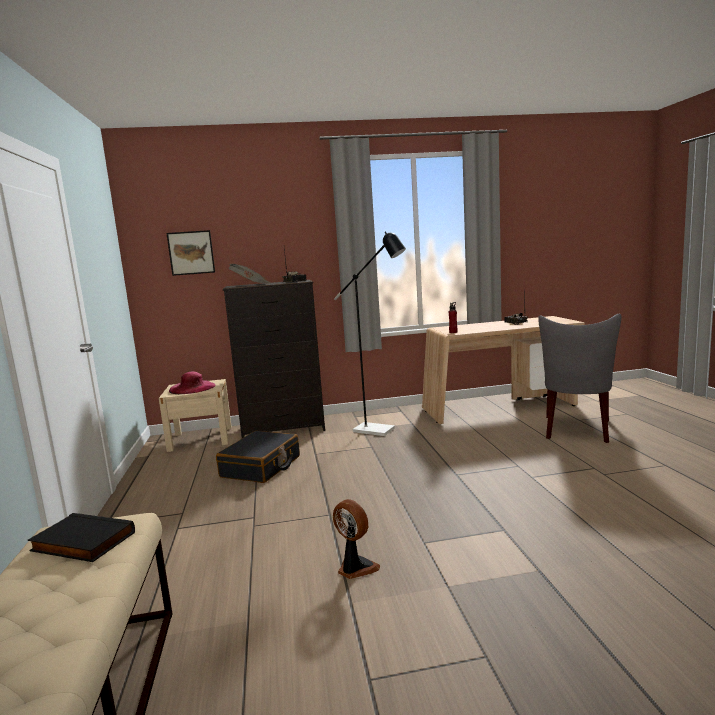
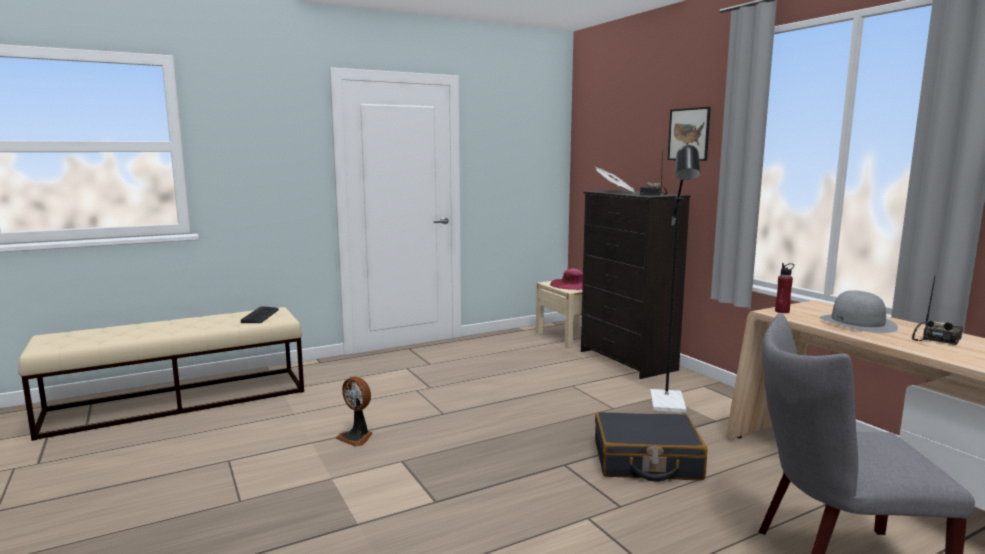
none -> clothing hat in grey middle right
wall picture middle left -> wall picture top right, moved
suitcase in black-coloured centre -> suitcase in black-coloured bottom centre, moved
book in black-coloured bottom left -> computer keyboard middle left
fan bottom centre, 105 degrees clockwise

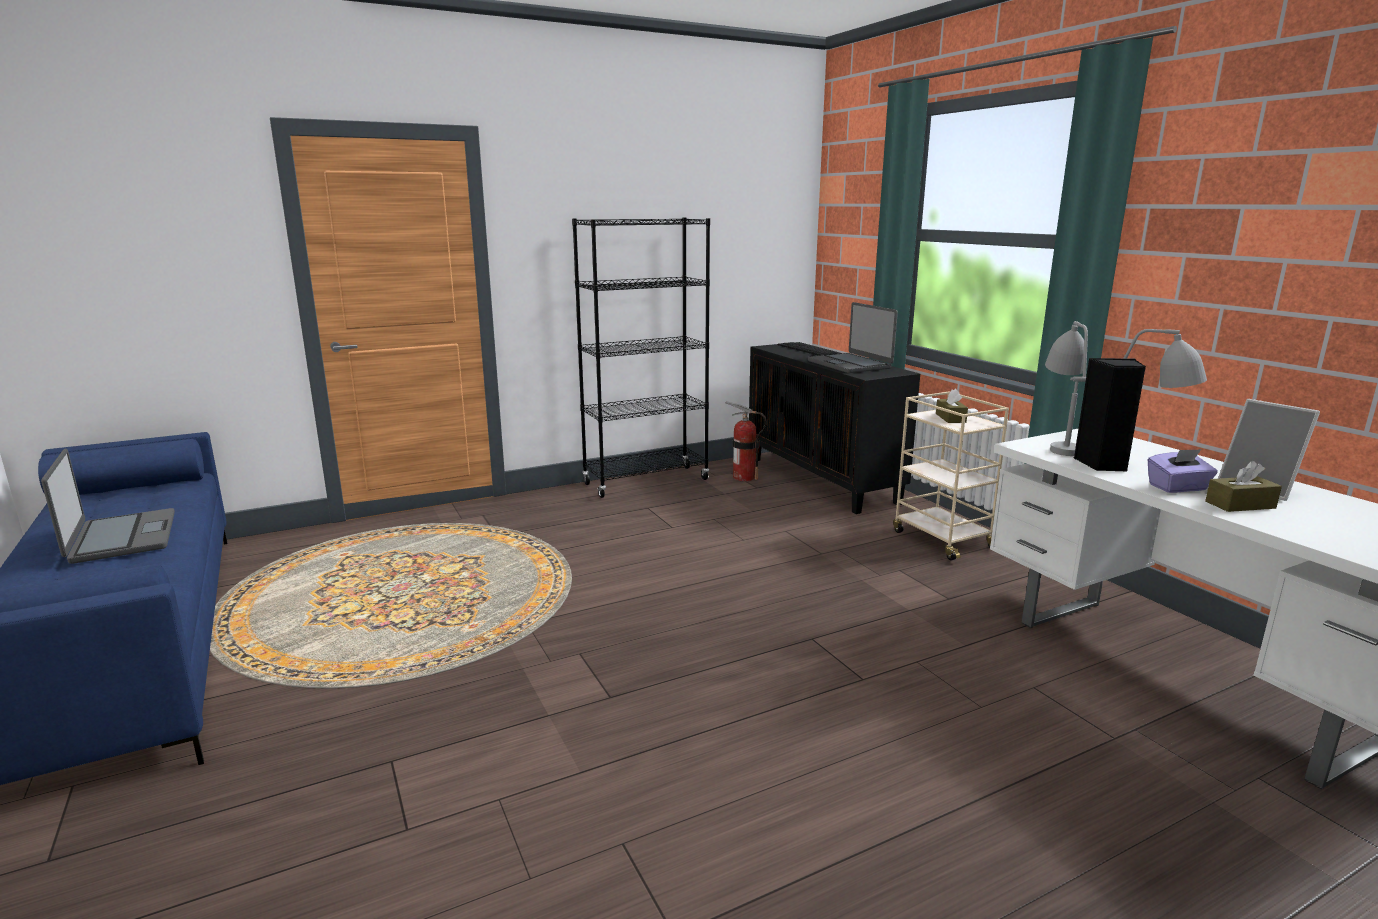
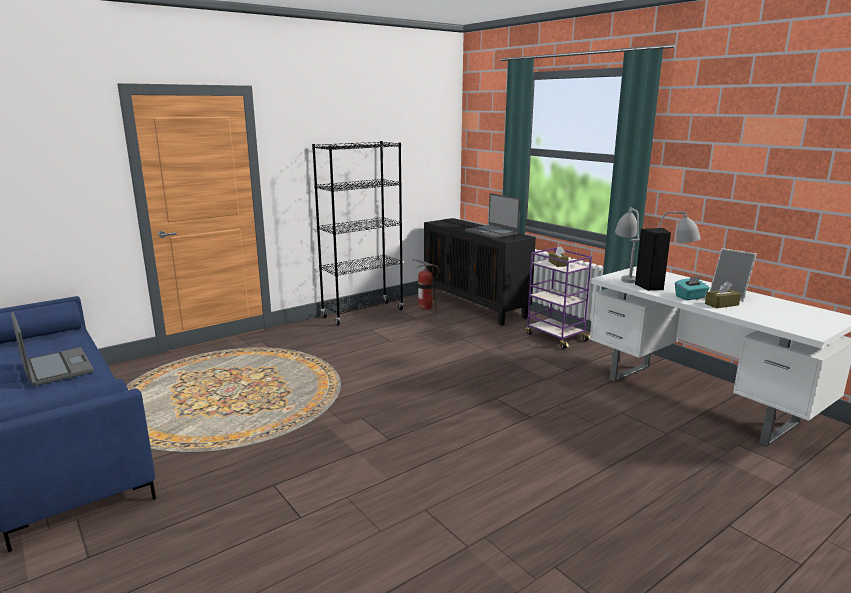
trolley in sand-coloured middle right -> trolley in purplish centre
box of tissues in purplish middle right -> box of tissues in blue-green middle right

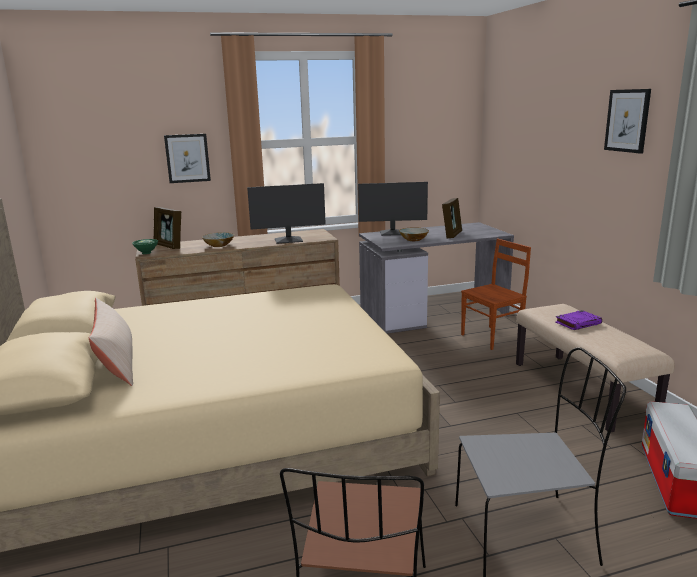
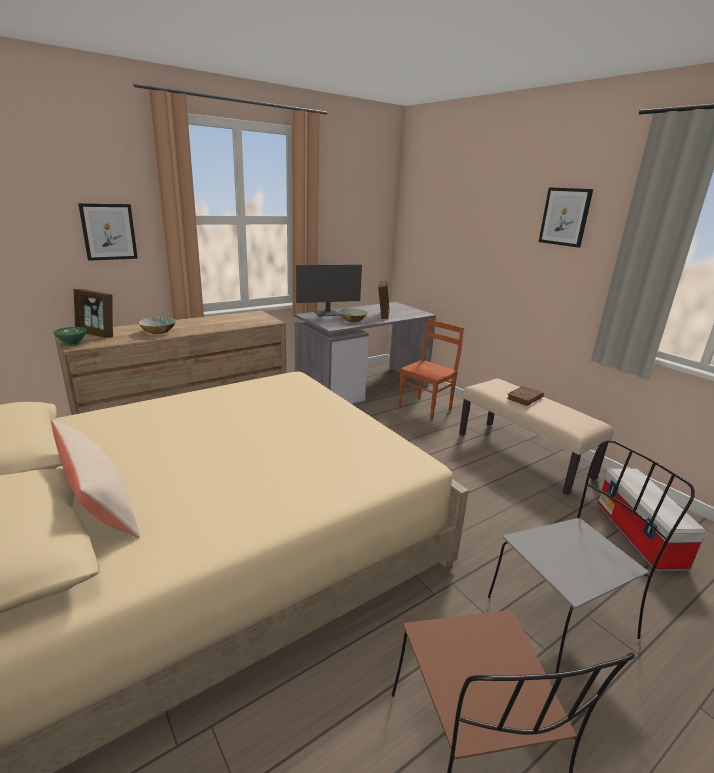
computer screen (1st from left) centre -> none
book in purplish middle right -> book in brown-coloured middle right

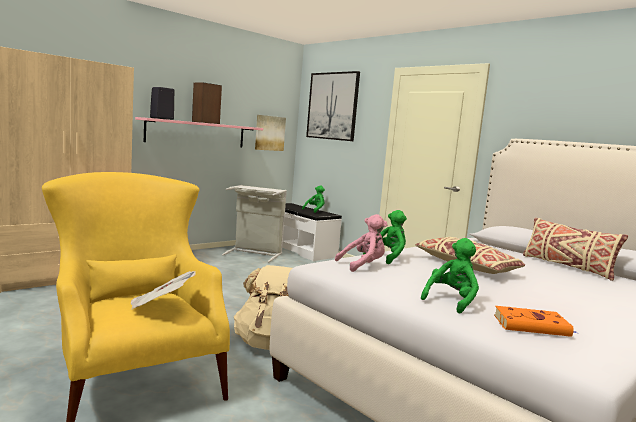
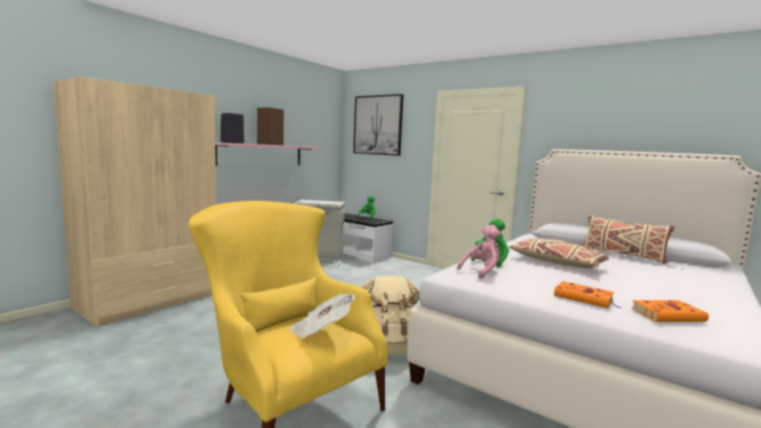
wall picture (1st from left) top centre -> none
plush toy in greenish (3rd from left) middle right -> book in orangey (1st from left) bottom right

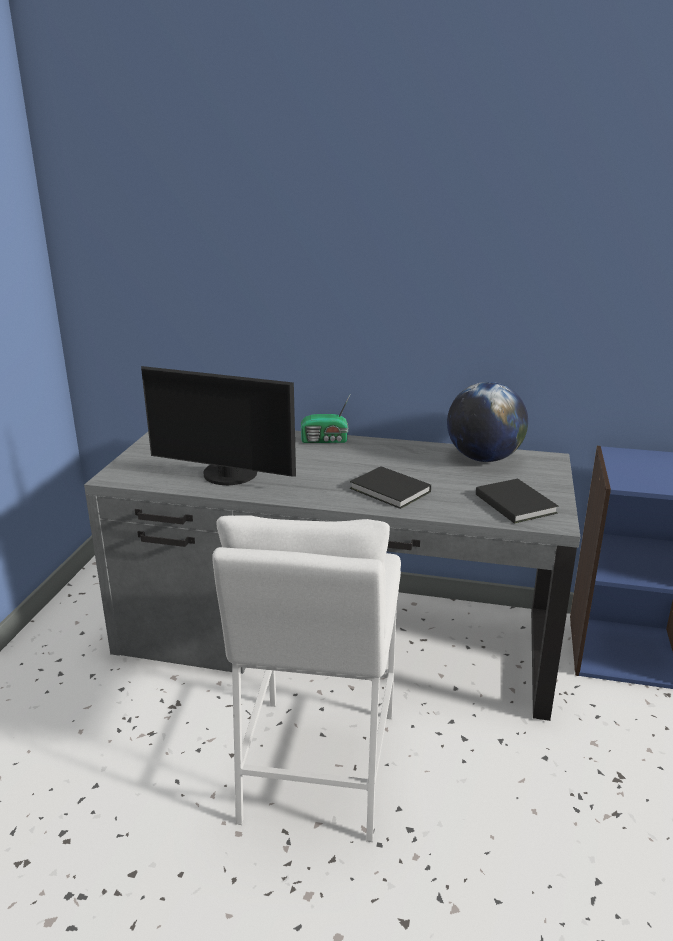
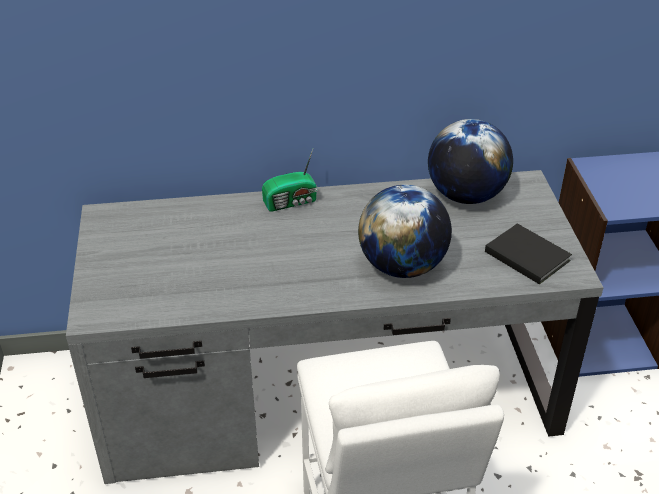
computer screen middle left -> none
book in black-coloured (1st from left) centre -> world globe (1st from left) centre

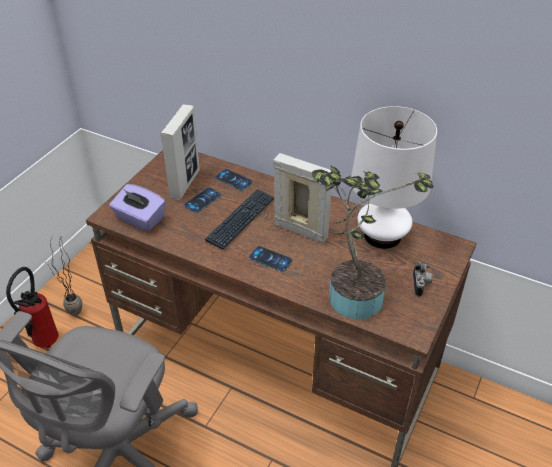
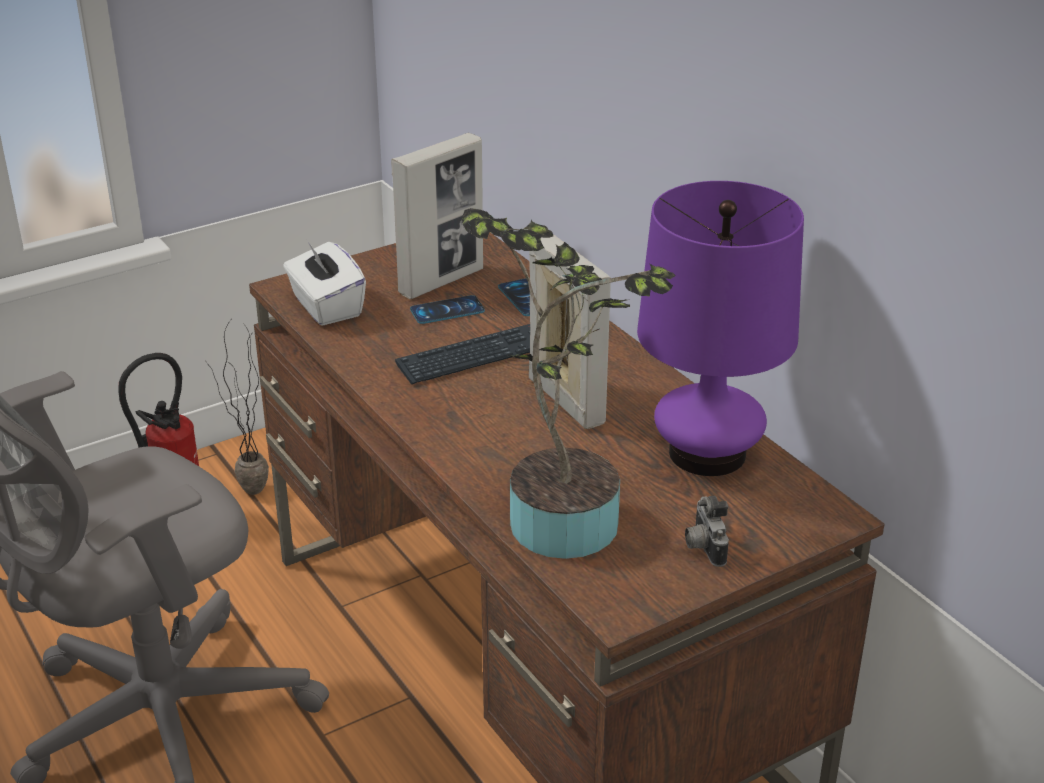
telephone (3rd from left) centre -> none
box of tissues in purplish middle left -> box of tissues in whitish middle left
lamp for a table in whitish middle right -> lamp for a table in purplish middle right
photo camera middle right -> photo camera bottom right, 135 degrees clockwise

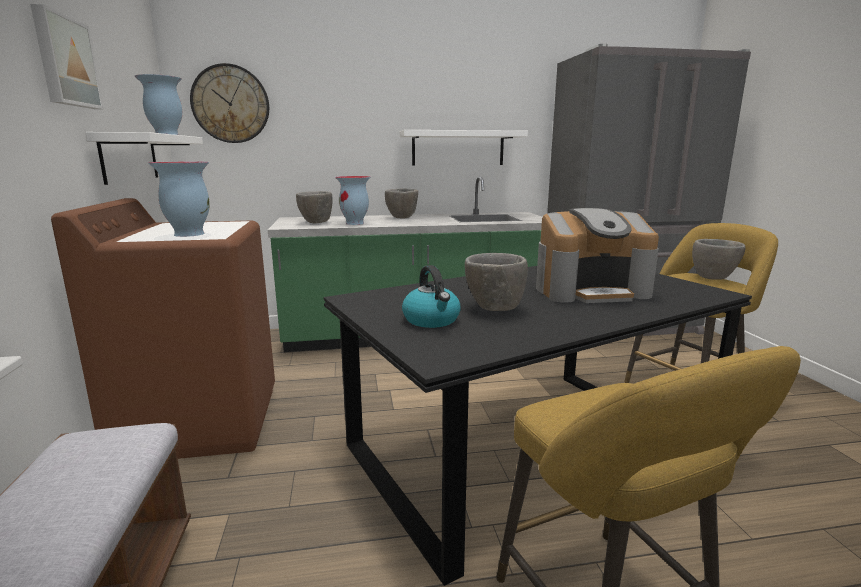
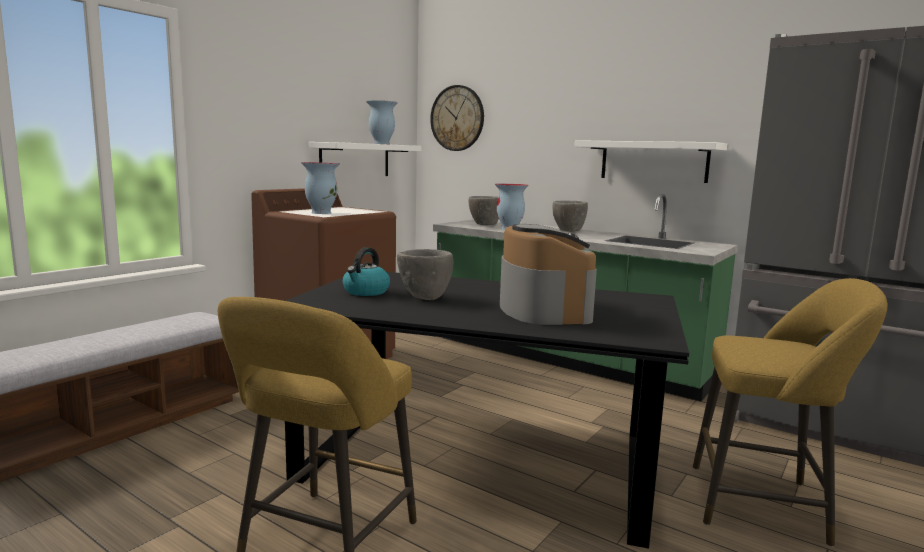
wall picture top left -> none
deep dish in grey (4th from left) middle right -> none
coffee maker middle right -> coffee maker centre, 135 degrees counterclockwise

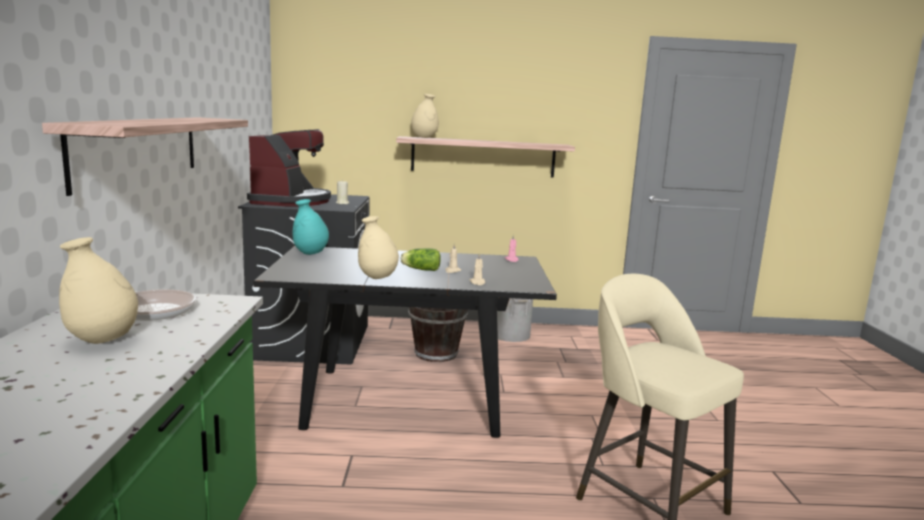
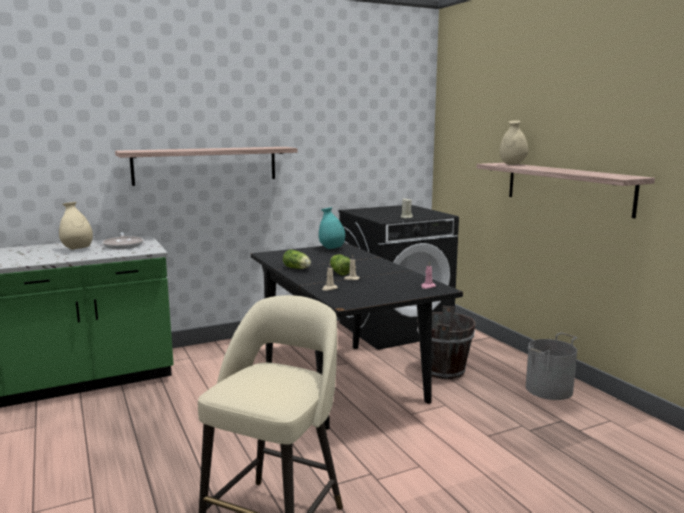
coffee maker top left -> none
decorative vase in sand-coloured (2nd from left) centre -> head of lettuce (1st from left) centre

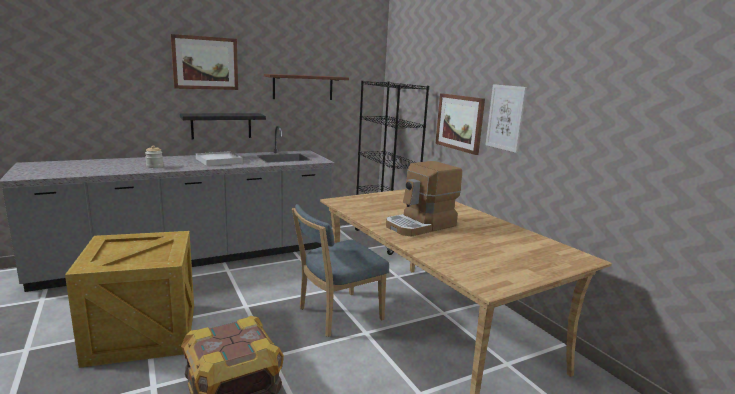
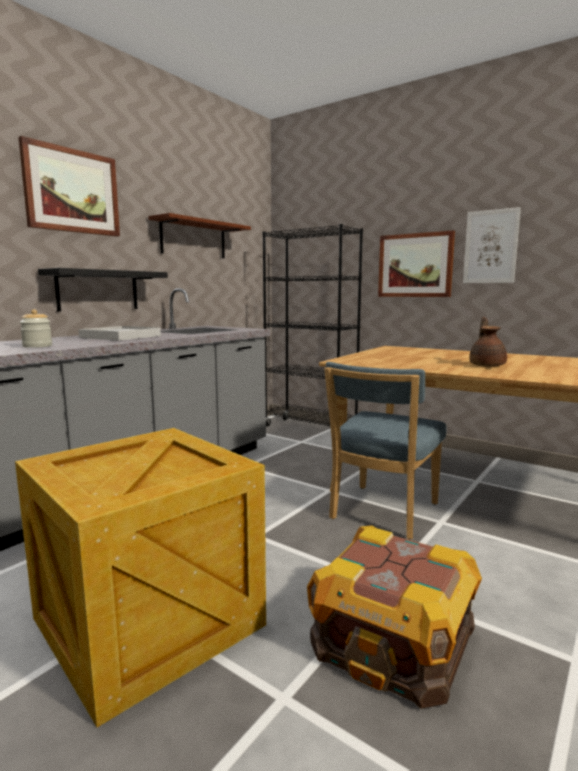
coffee maker centre -> teapot in brown-coloured middle right

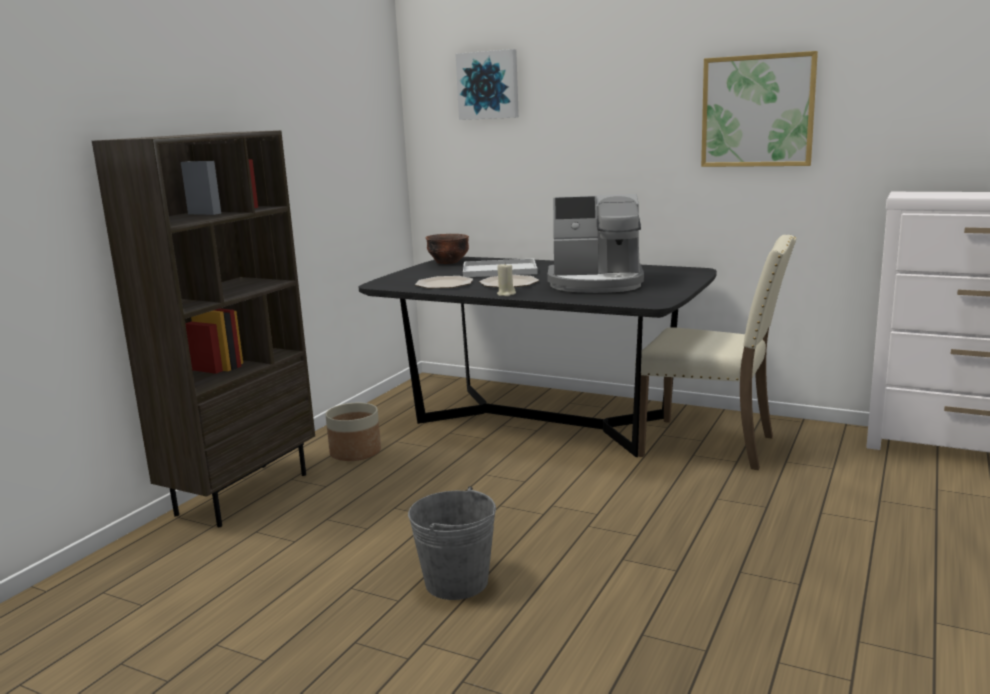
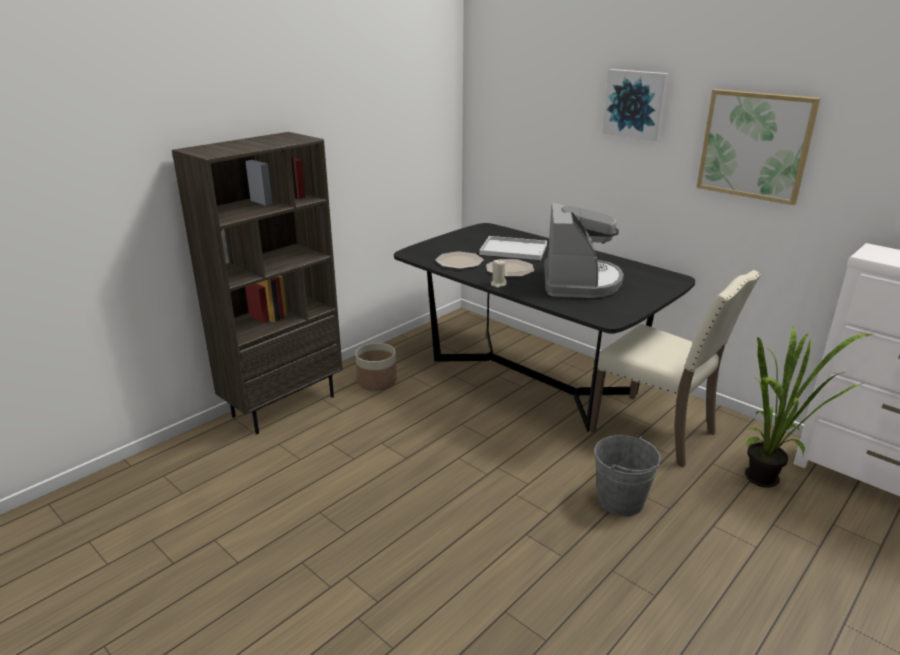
deep dish in brown-coloured centre -> none
none -> potted plant middle right
water bucket in grey bottom centre -> water bucket in grey bottom right, moved
wall picture (1st from left) top centre -> wall picture (1st from left) top right, moved
coffee maker centre, 105 degrees counterclockwise

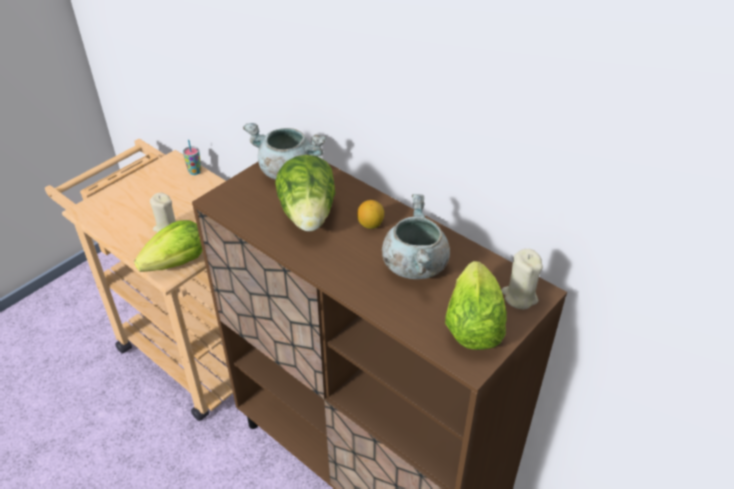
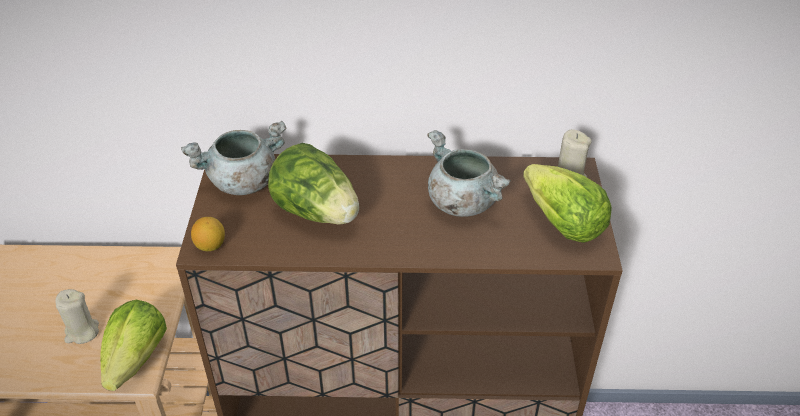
small cup top left -> none
lemon centre -> lemon middle left, moved

